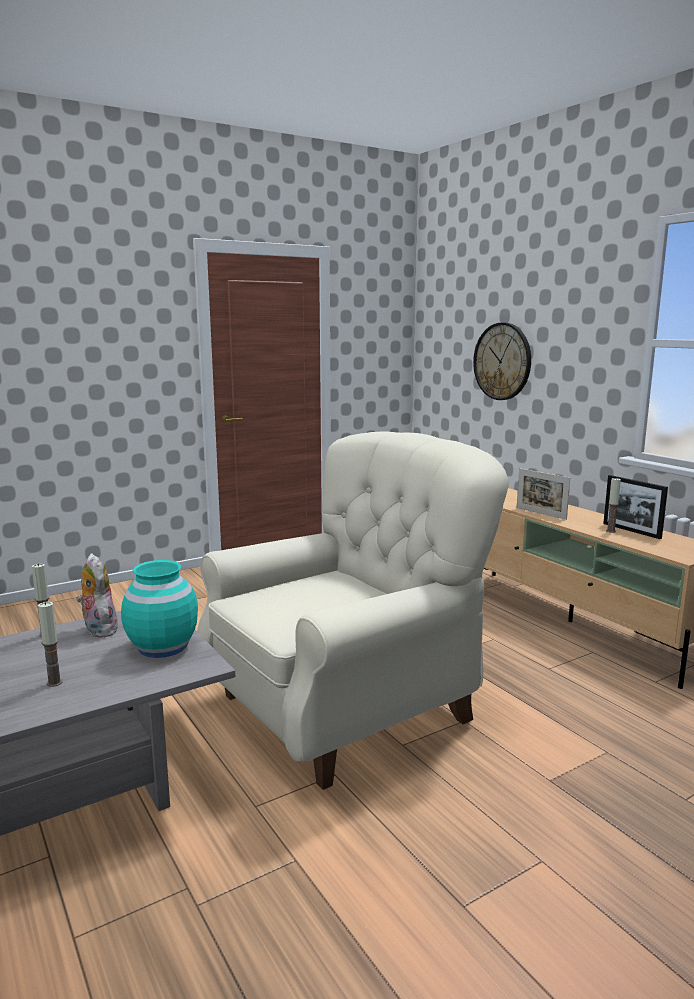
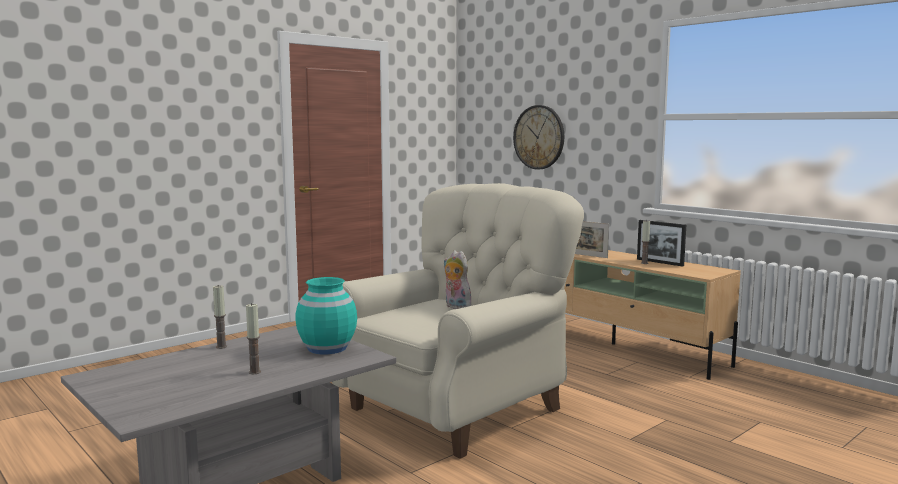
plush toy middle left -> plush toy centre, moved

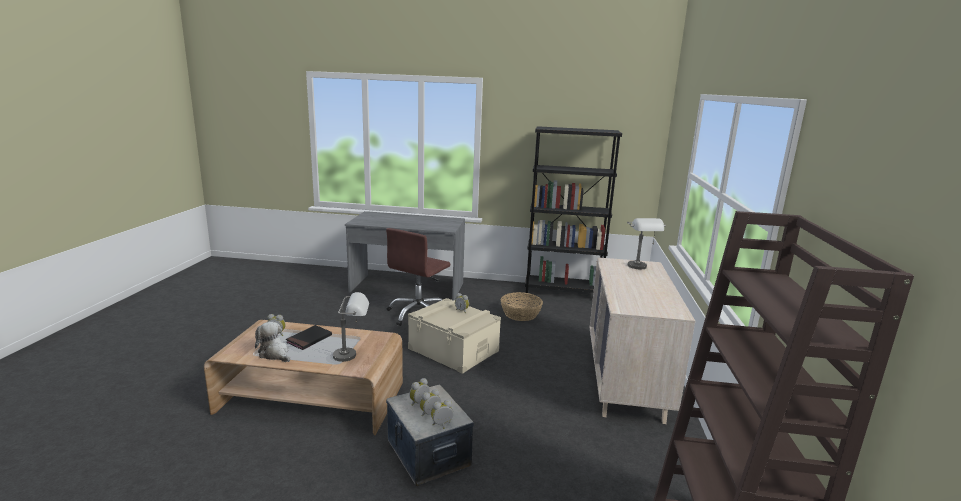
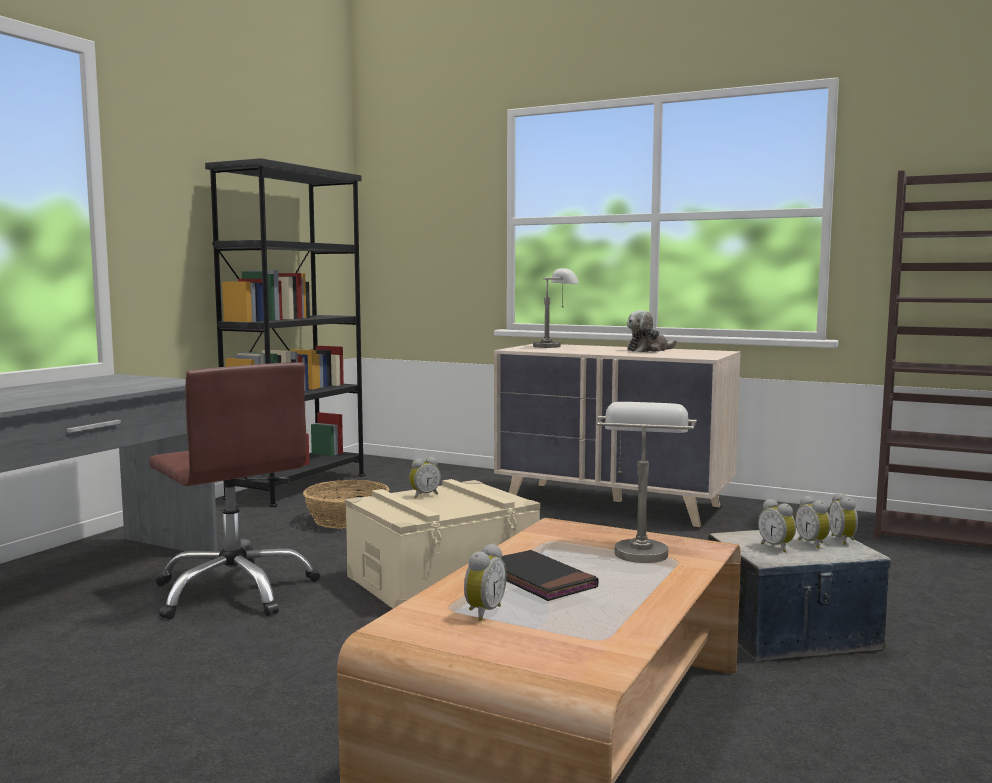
plush toy bottom left -> plush toy centre, moved

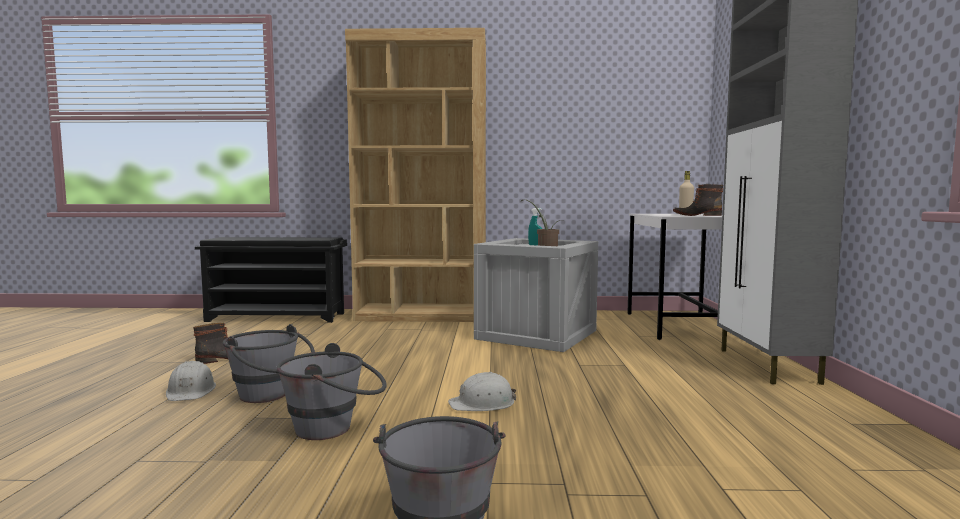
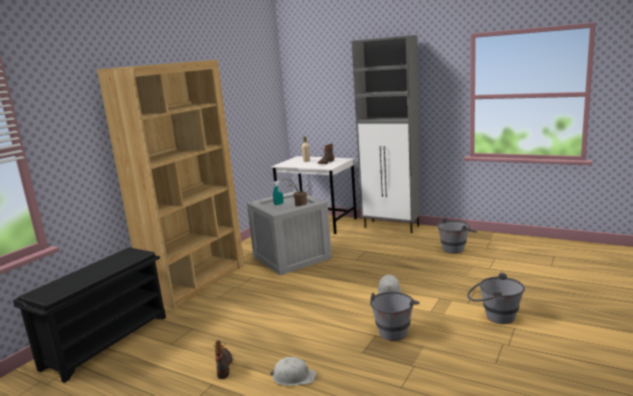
water bucket in grey (1st from left in the first image) bottom left -> water bucket in grey (2nd from left) middle right, moved

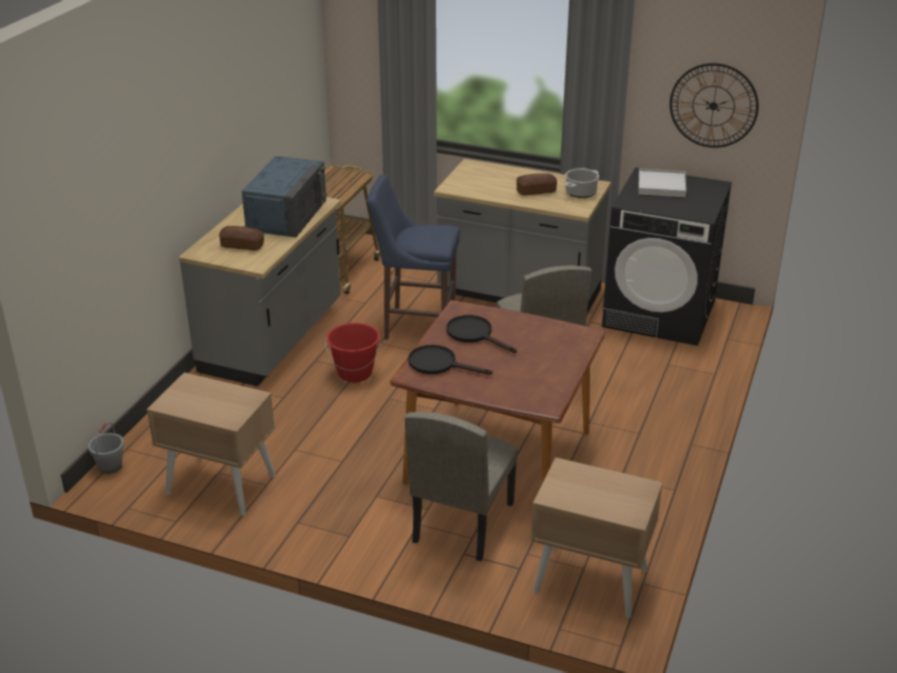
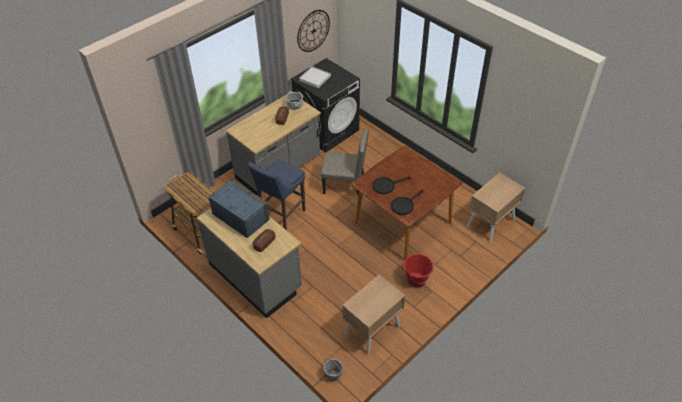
chair in sand-coloured (1st from left) bottom centre -> none
water bucket in red centre -> water bucket in red bottom centre, moved

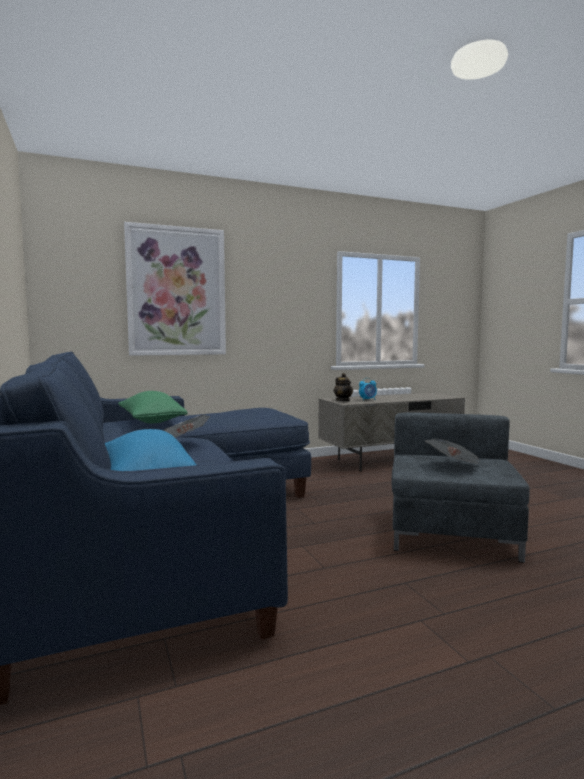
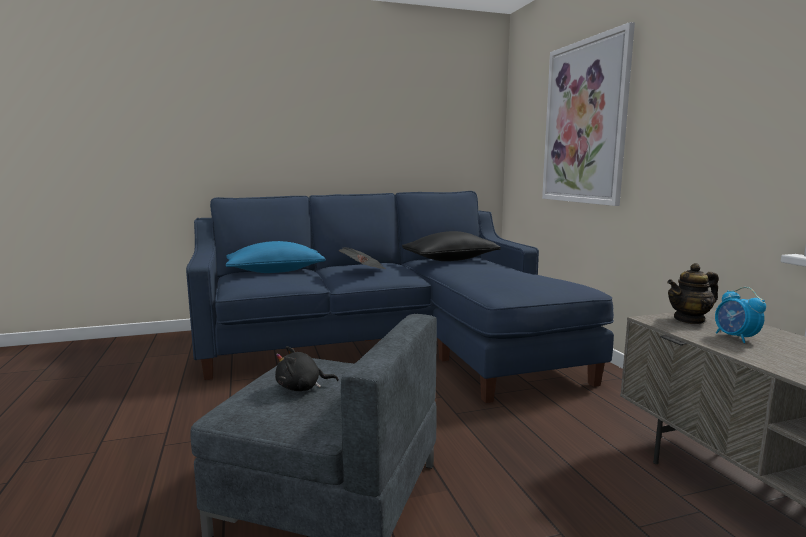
newspaper (2nd from left) middle right -> plush toy in black-coloured bottom centre
pillow in greenish middle left -> pillow in black-coloured centre

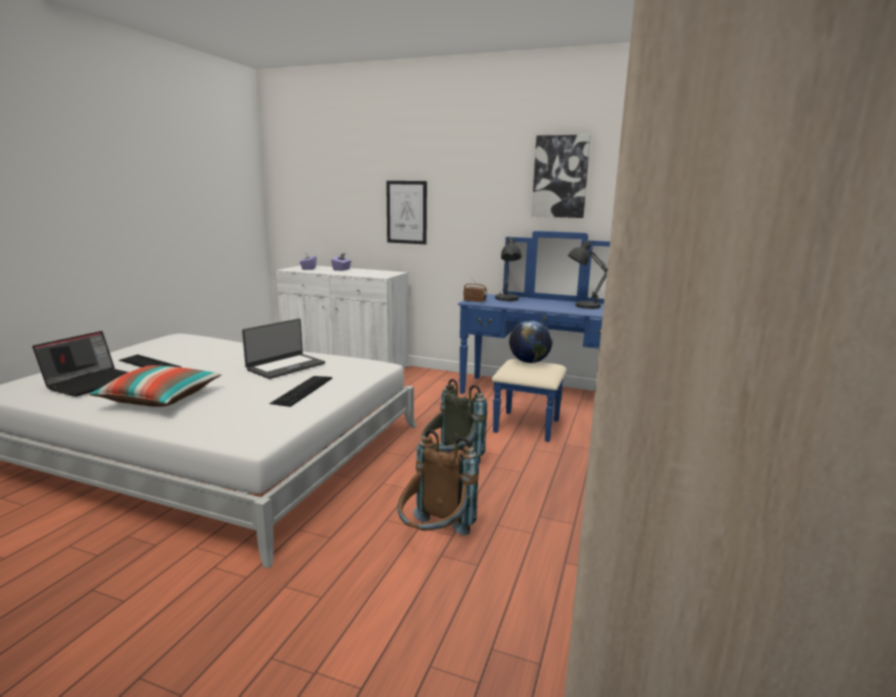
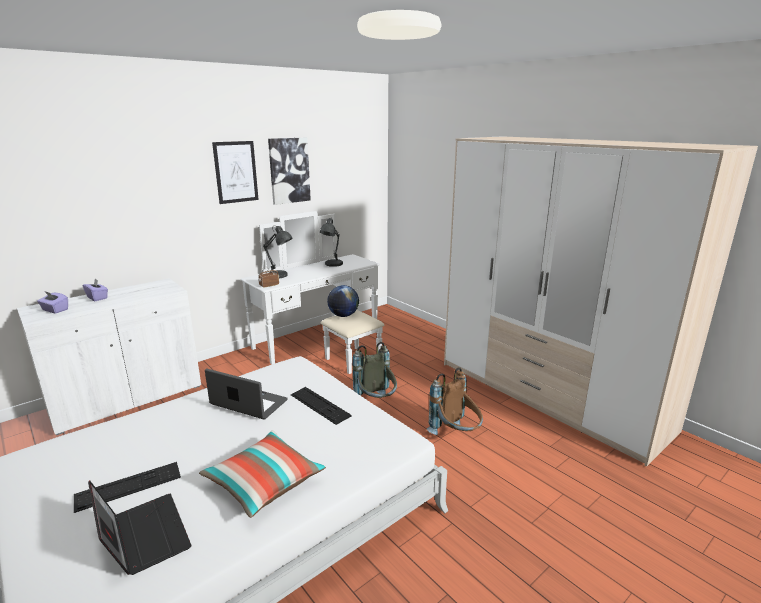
wall picture (1st from left) top centre -> wall picture (1st from left) top left, moved
dresser in blue-coloured centre -> dresser in whitish centre
laptop (2nd from left) middle left, 45 degrees counterclockwise

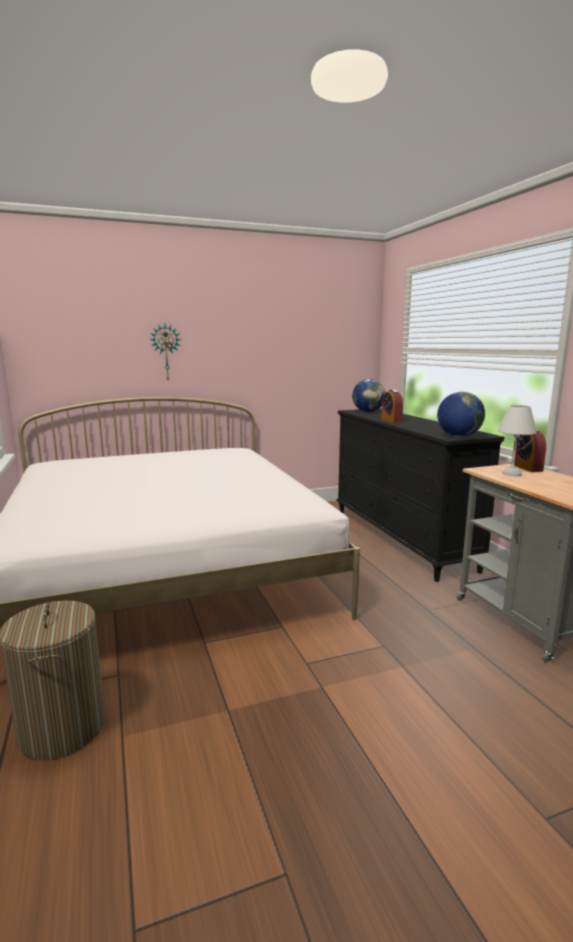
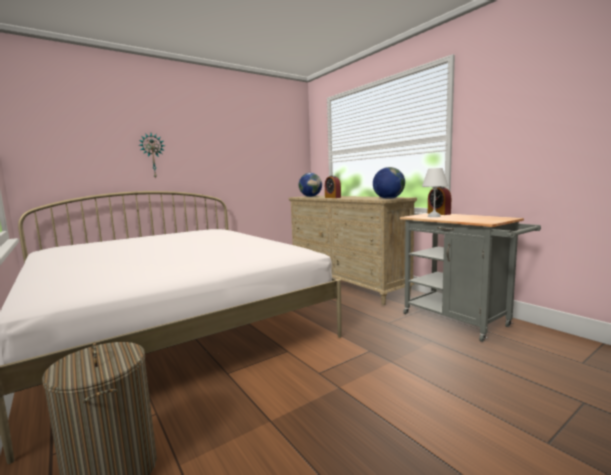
dresser in black-coloured middle right -> dresser in sand-coloured centre

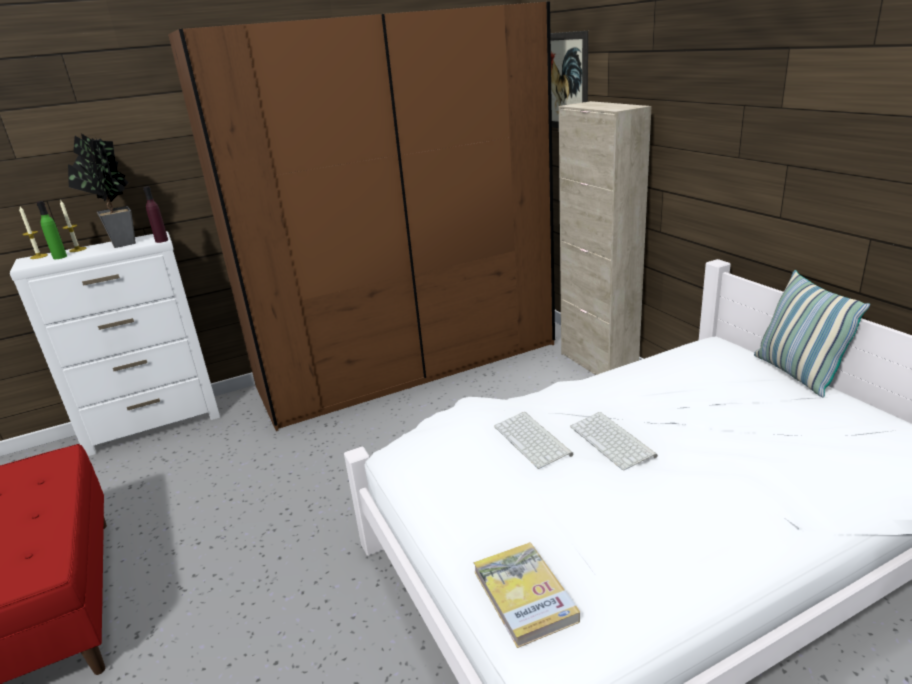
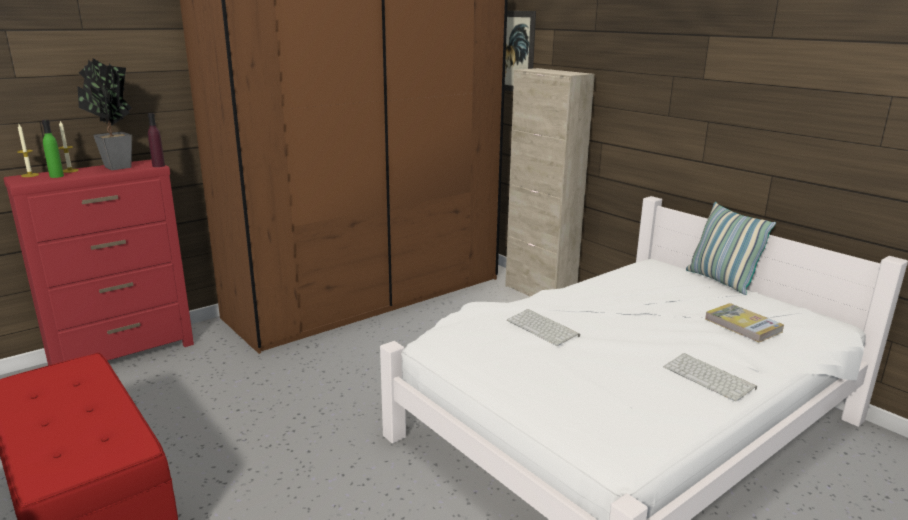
book bottom centre -> book middle right, moved
computer keyboard (2nd from left) middle right -> computer keyboard (2nd from left) bottom right, moved
dresser in whitish middle left -> dresser in red middle left

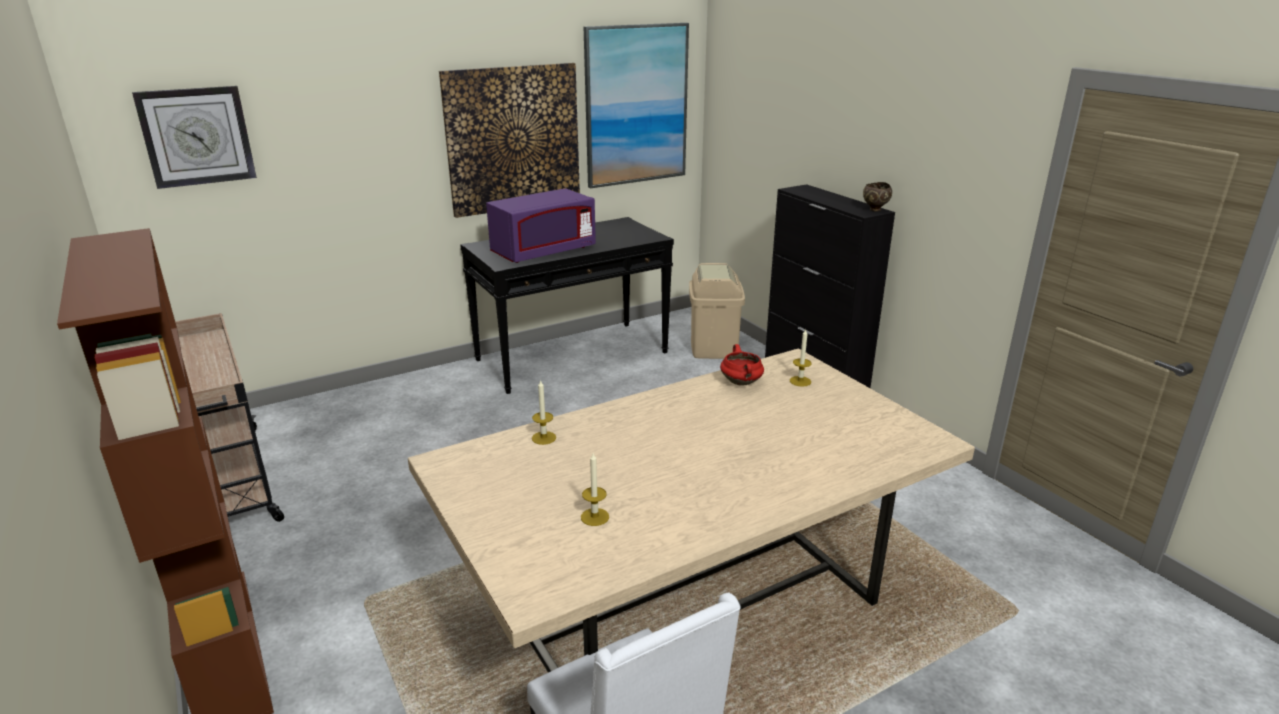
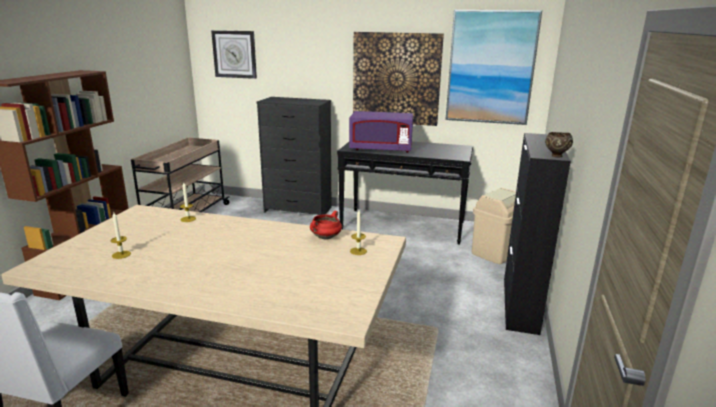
none -> dresser in black-coloured centre

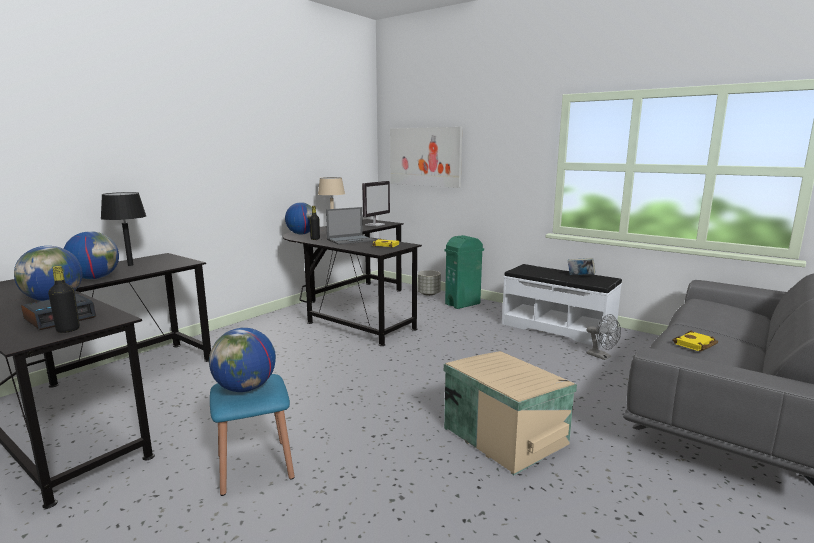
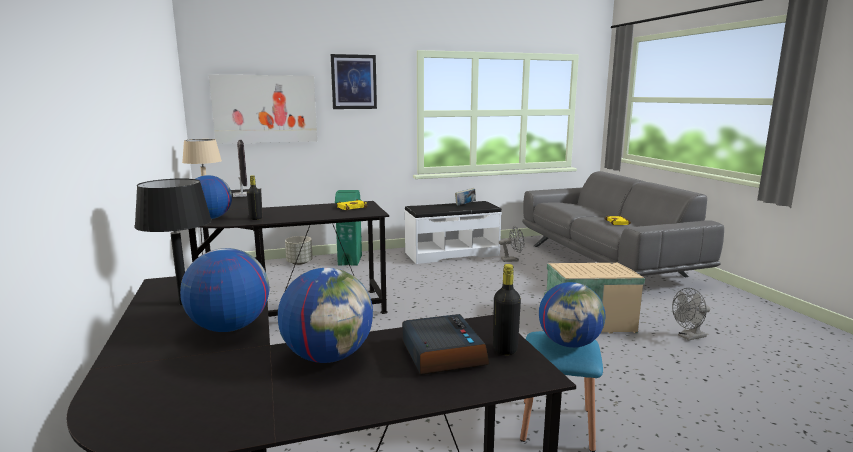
laptop centre -> none
none -> wall picture (2nd from left) top centre
none -> fan in grey (2nd from left) bottom right

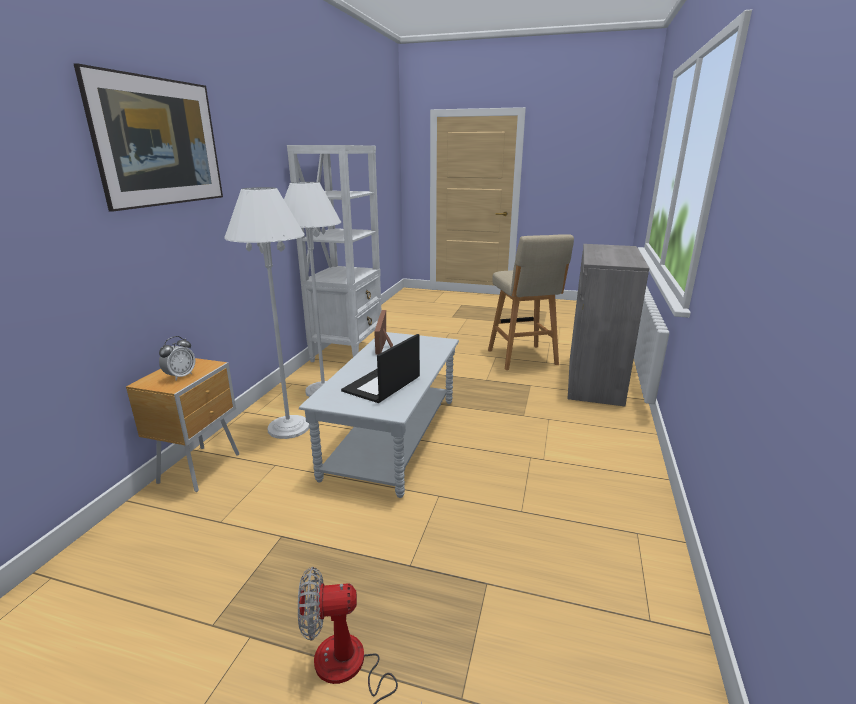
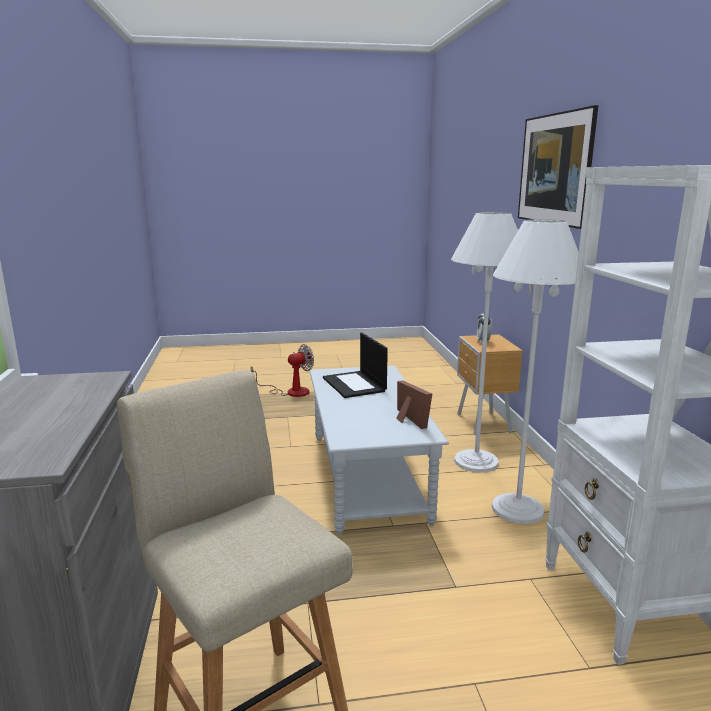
laptop centre, 150 degrees clockwise

